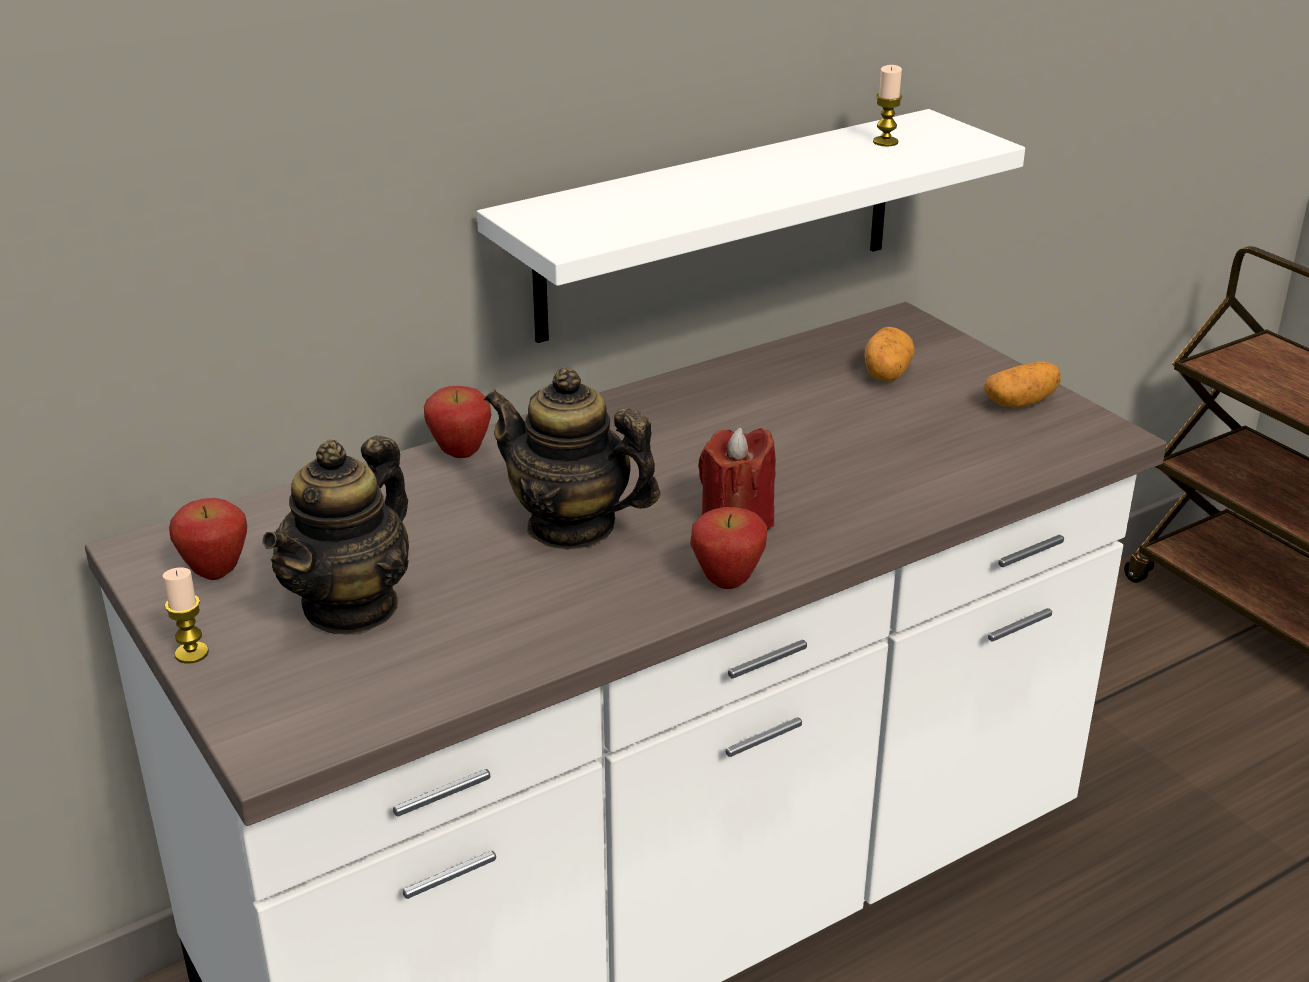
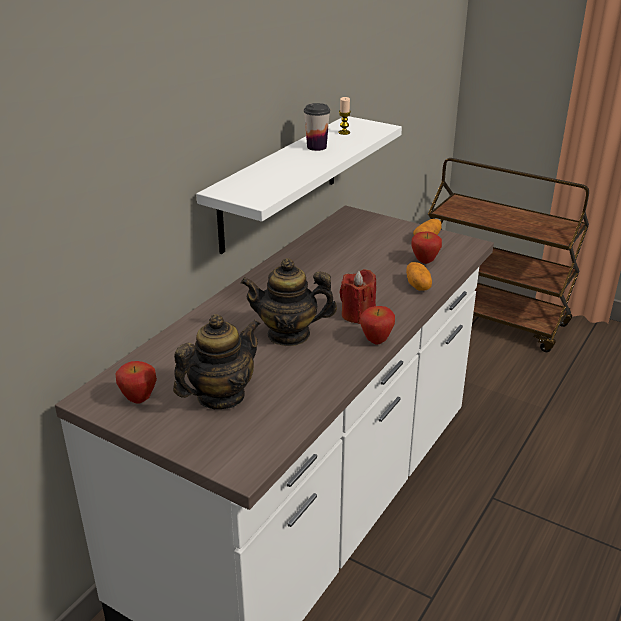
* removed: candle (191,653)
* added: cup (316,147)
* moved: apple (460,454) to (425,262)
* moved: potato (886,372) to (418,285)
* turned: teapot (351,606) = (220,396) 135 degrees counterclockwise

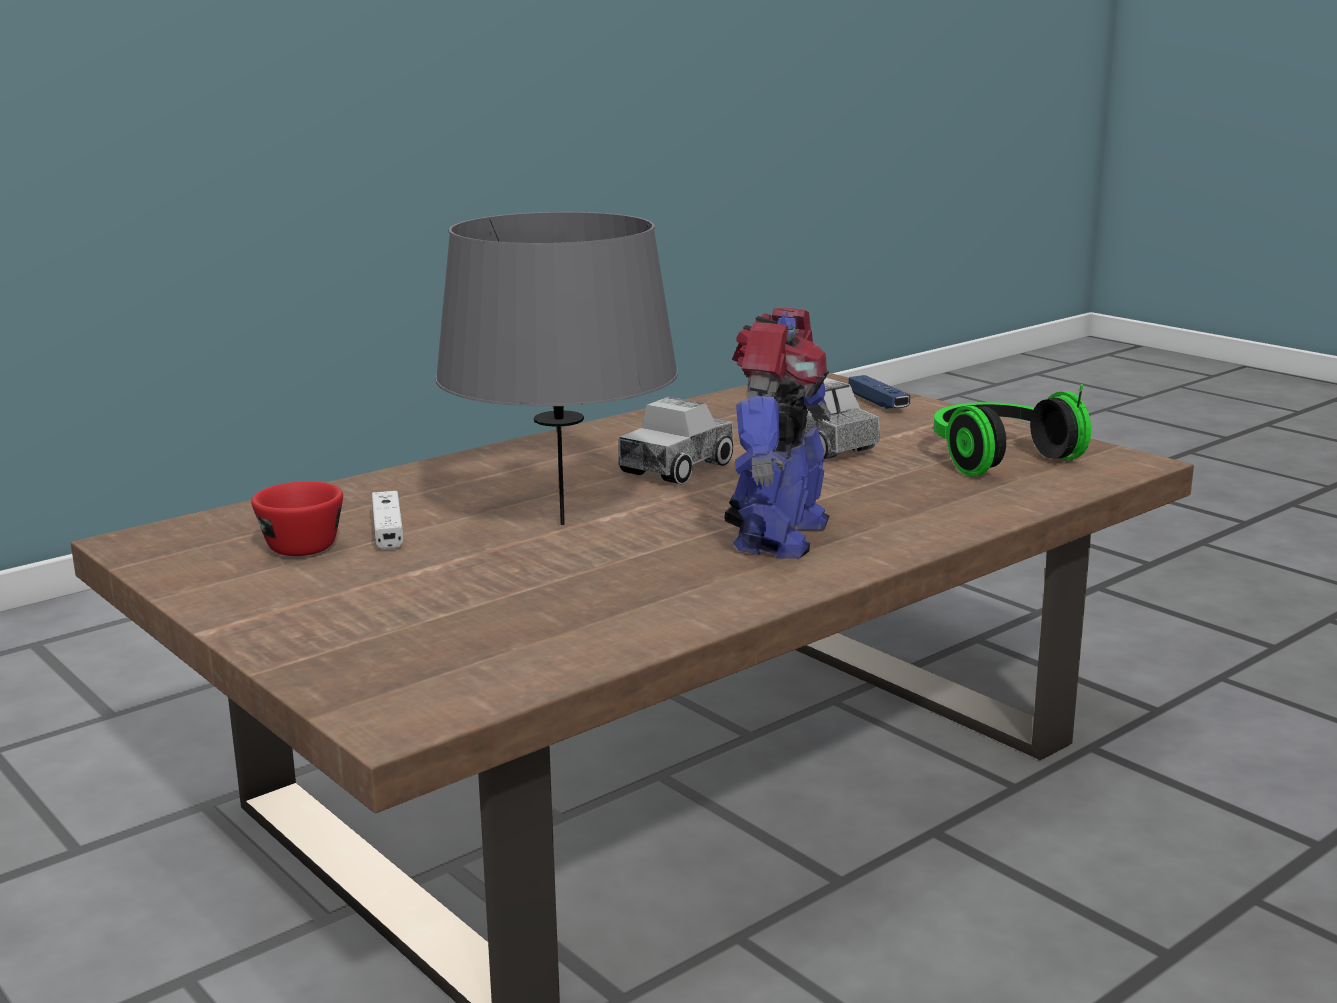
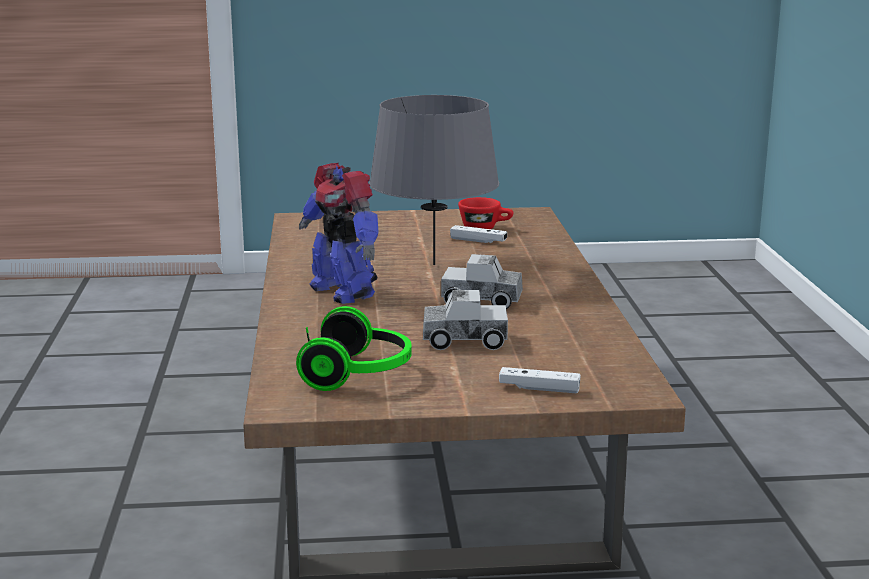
* recoloured: blue game controller (878,403) to white game controller (539,389)
* turned: toy truck (677,467) = (482,301) 60 degrees counterclockwise

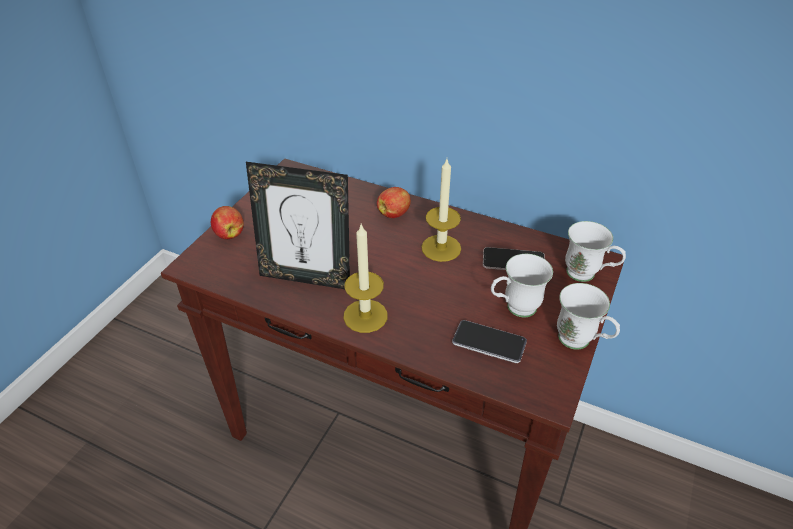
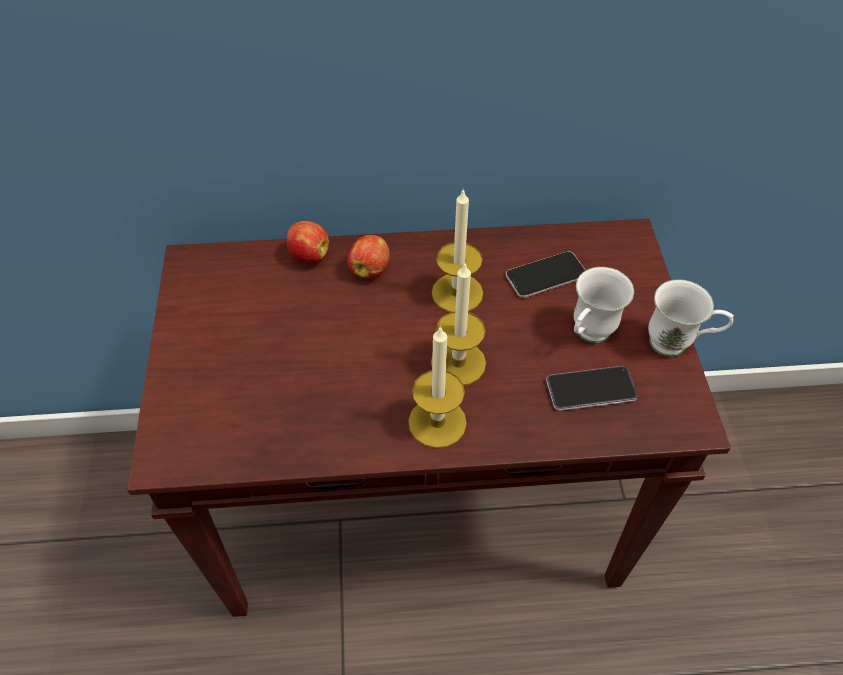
* removed: picture frame (306,277)
* removed: white mug (587,275)
* added: candle (458,363)
* moved: apple (229,234) to (309,255)

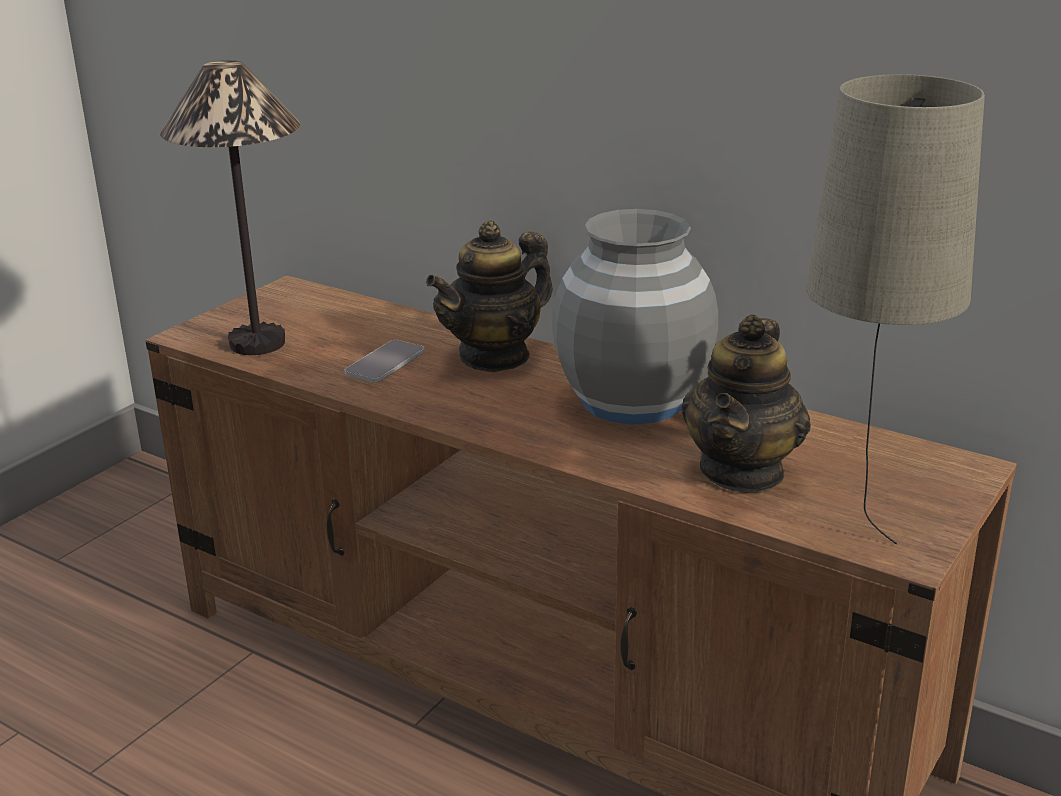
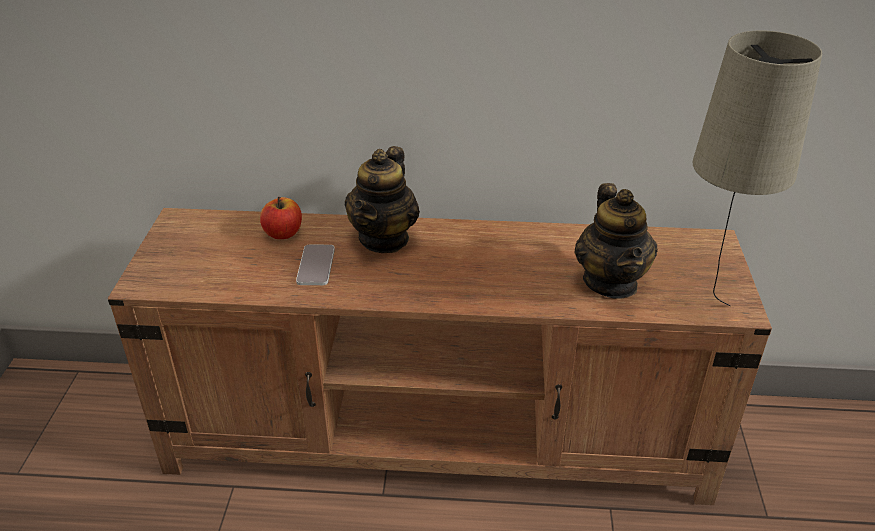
* removed: table lamp (257,343)
* removed: grey vase (633,400)
* added: apple (283,233)

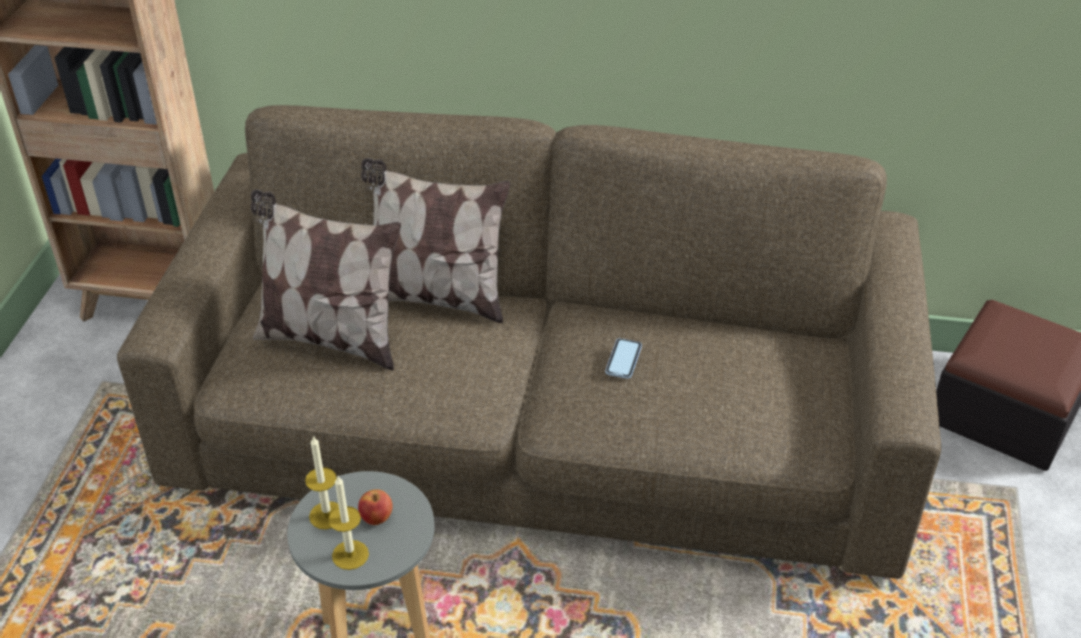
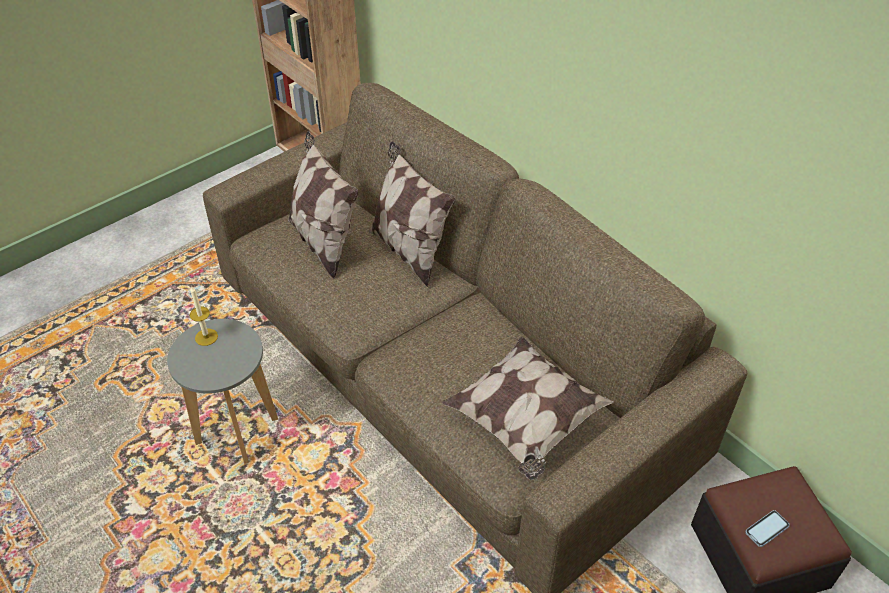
* removed: candle (350,555)
* removed: apple (377,518)
* added: pillow (524,422)
* moved: phone (623,360) to (766,529)

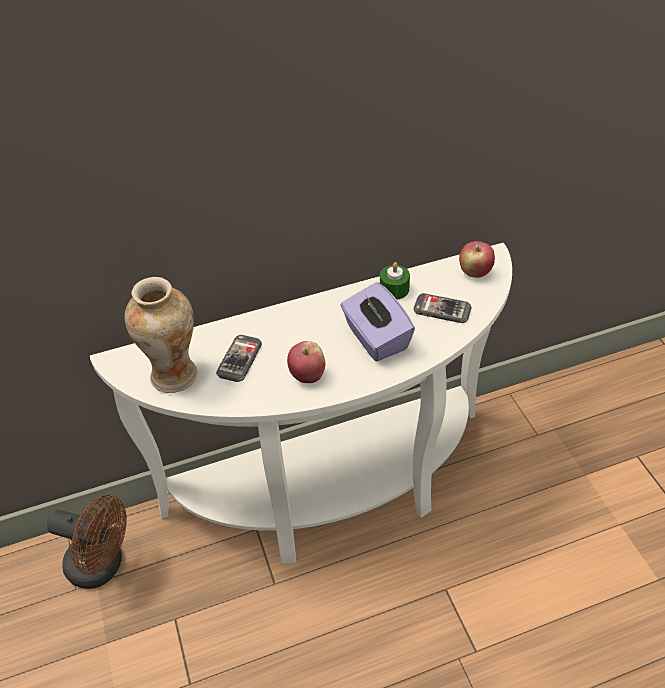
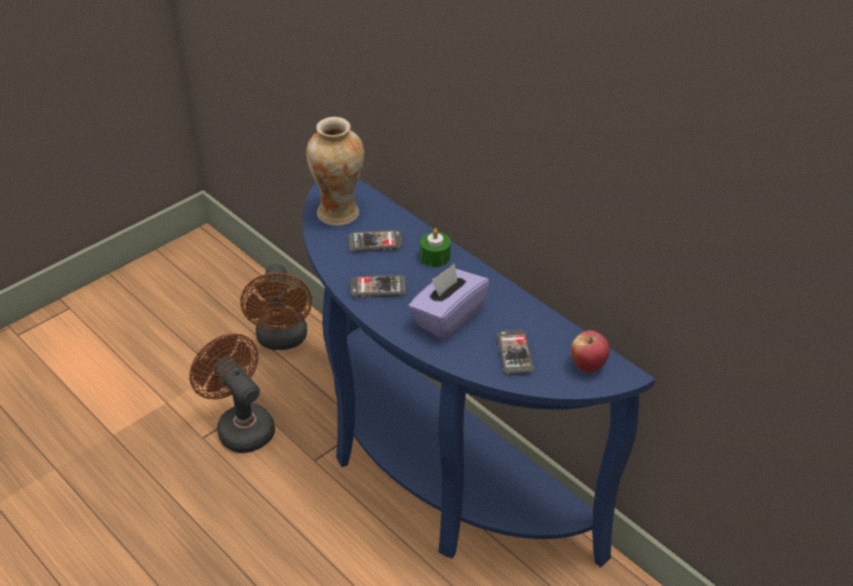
* added: brown fan (240,426)
* moved: green candle (394,289) to (435,257)
* replaced: apple (307,375) to phone (378,288)
* recoloured: white console table (337,493) to blue console table (433,474)

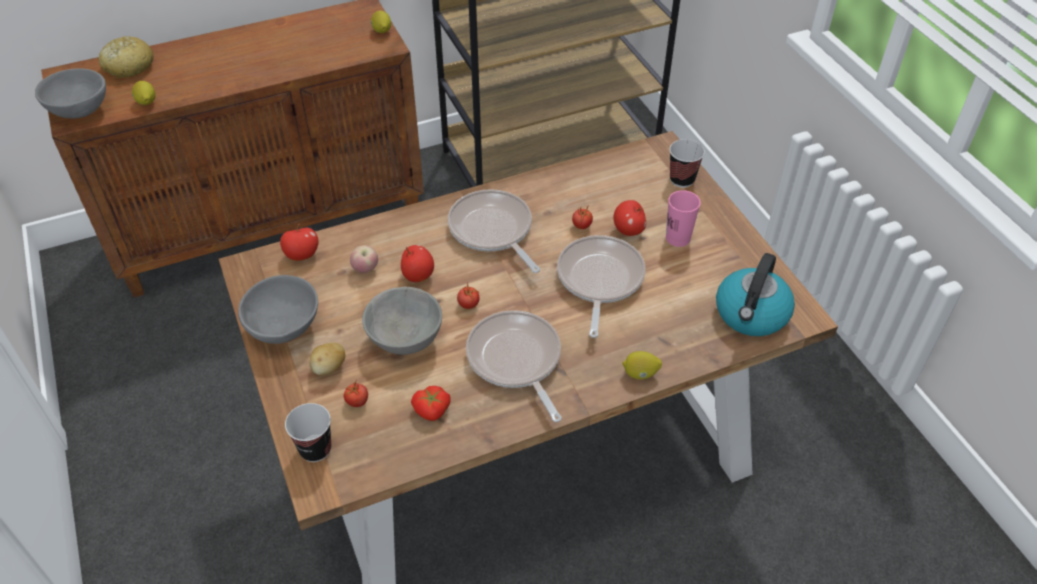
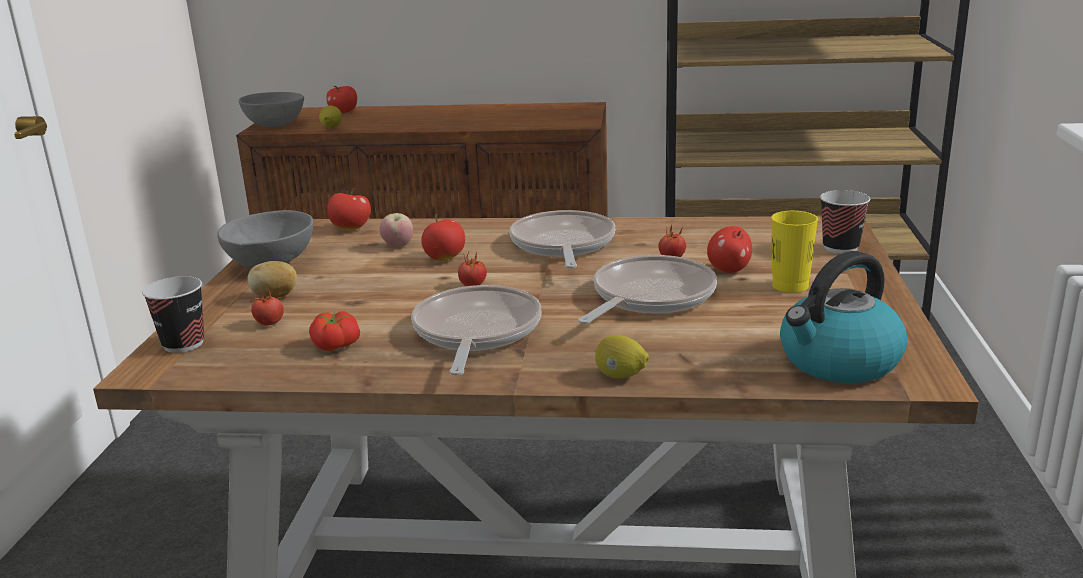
* removed: grey bowl (404,339)
* removed: lemon (382,31)
* replaced: bread (128,66) to apple (344,112)
* recoloured: pink cup (678,238) to yellow cup (790,286)

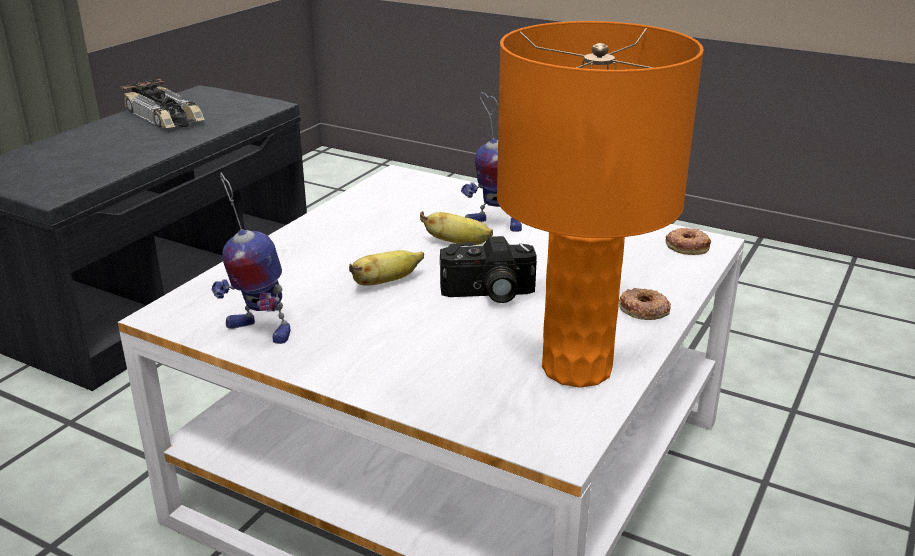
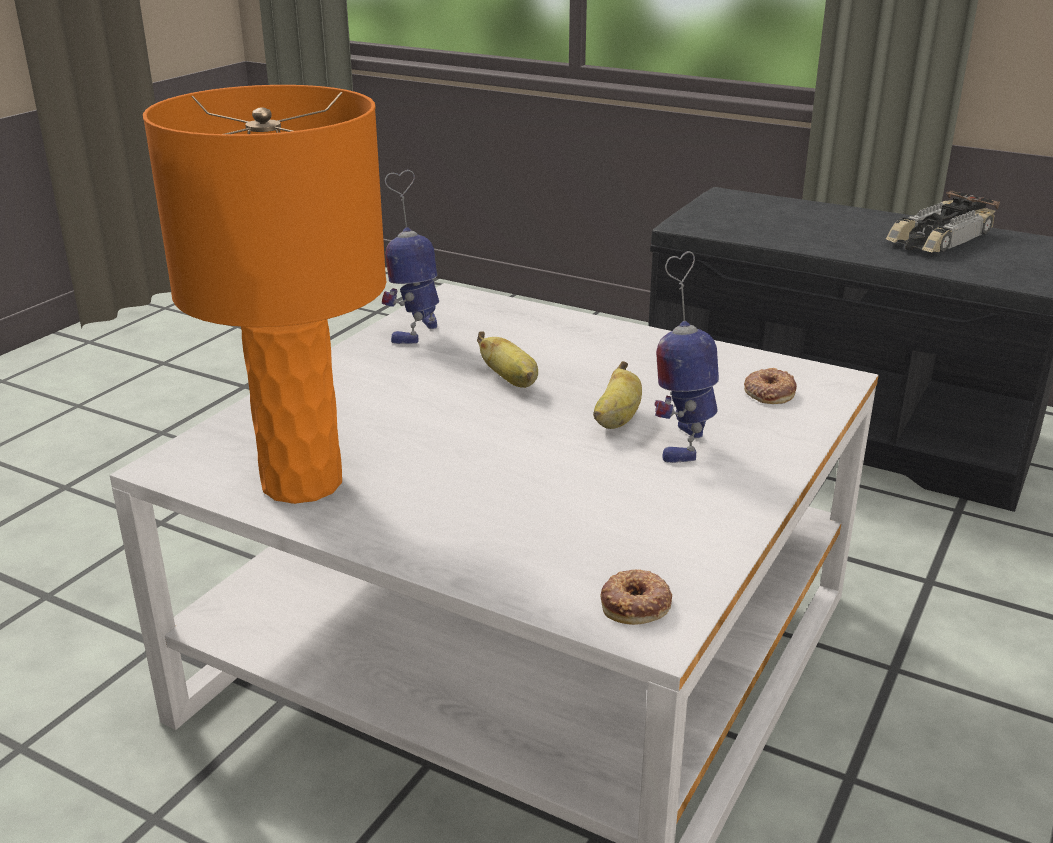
* removed: photo camera (488,294)
* moved: donut (643,310) to (769,392)

